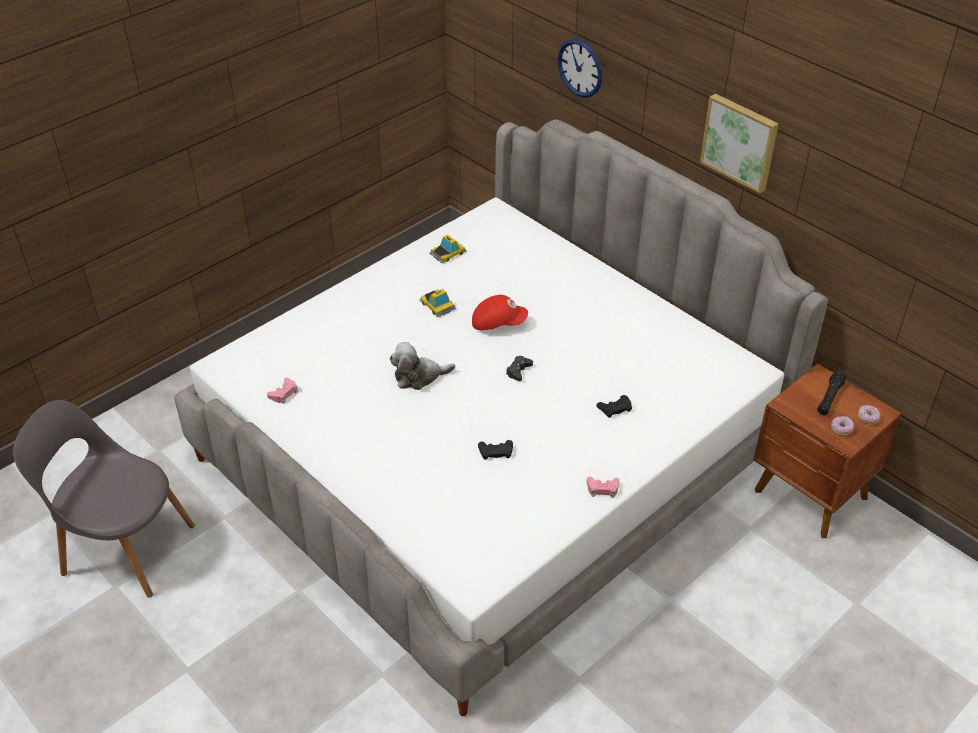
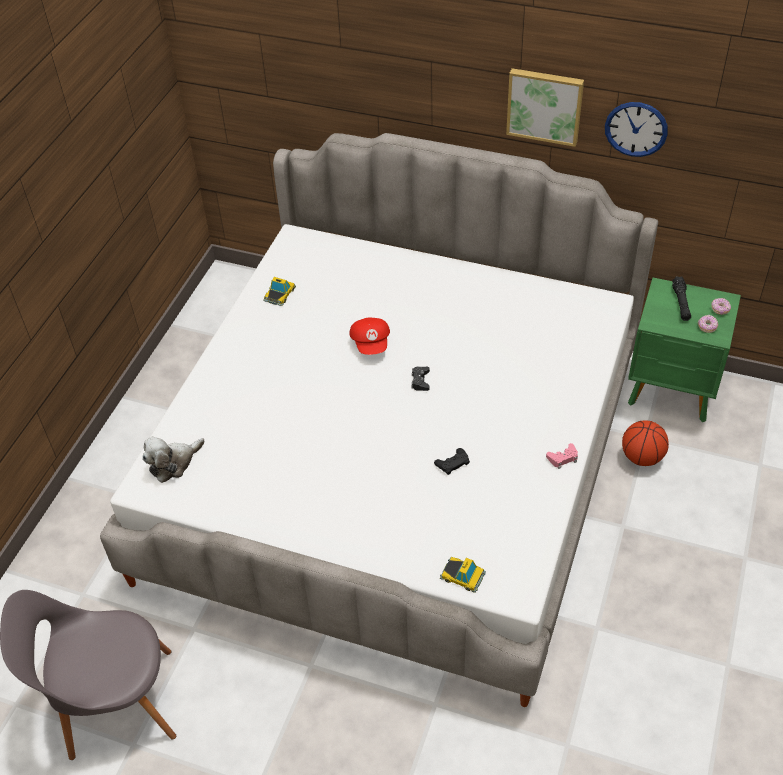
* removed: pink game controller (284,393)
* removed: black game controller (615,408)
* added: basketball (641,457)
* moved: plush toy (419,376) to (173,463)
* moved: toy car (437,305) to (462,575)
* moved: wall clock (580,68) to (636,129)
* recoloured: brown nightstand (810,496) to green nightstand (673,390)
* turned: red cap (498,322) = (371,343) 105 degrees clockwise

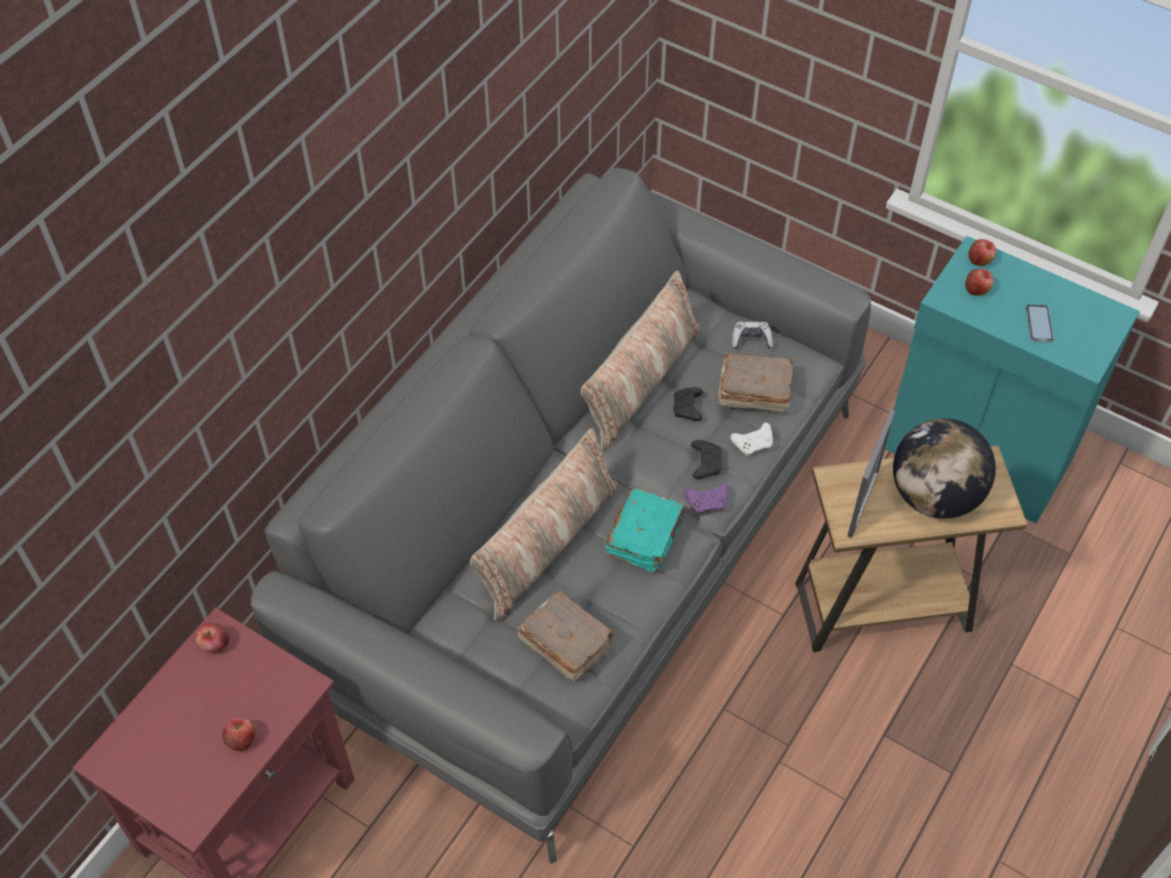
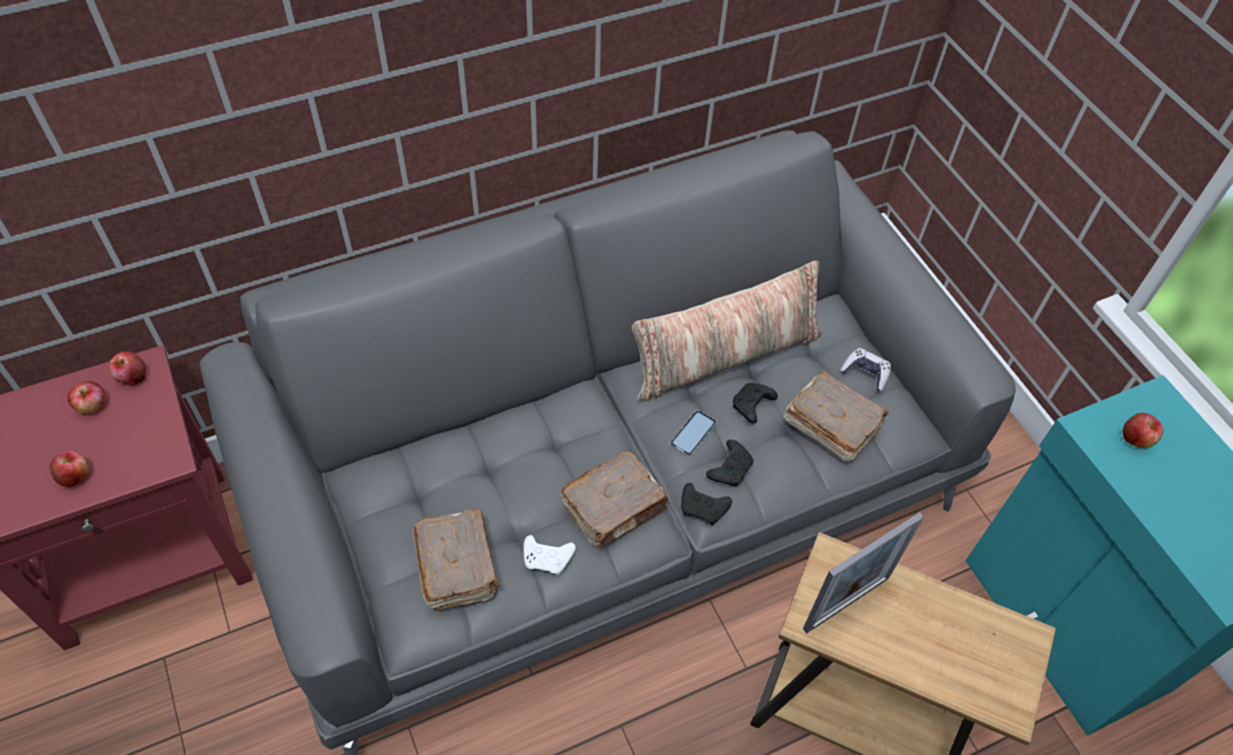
* removed: pillow (546,544)
* removed: globe (934,496)
* moved: white game controller (753,443) to (548,559)
* moved: apple (979,260) to (92,405)
* moved: phone (1039,324) to (693,433)
* recoloured: turquoise book (645,537) to brown book (615,507)
* recoloured: purple game controller (708,502) to black game controller (703,508)

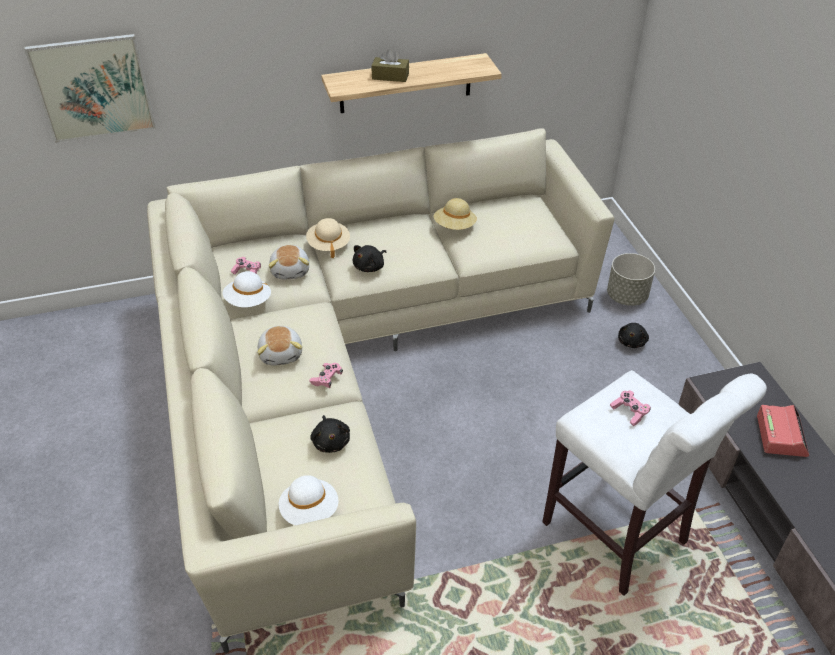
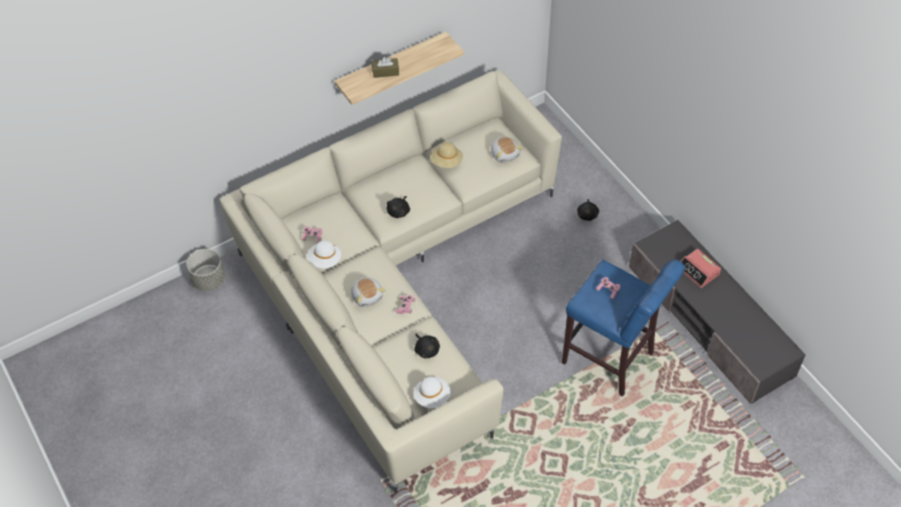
* removed: picture (93,88)
* removed: beige hat (328,245)
* moved: plush toy (291,270) to (505,154)
* moved: grey planter (627,296) to (209,280)
* recoloured: white stool (620,537) to blue stool (612,360)
* turned: alarm clock (781,435) = (698,271) 150 degrees clockwise

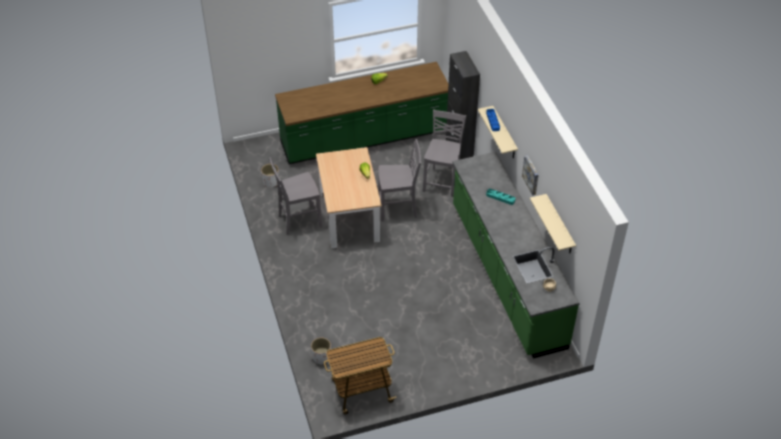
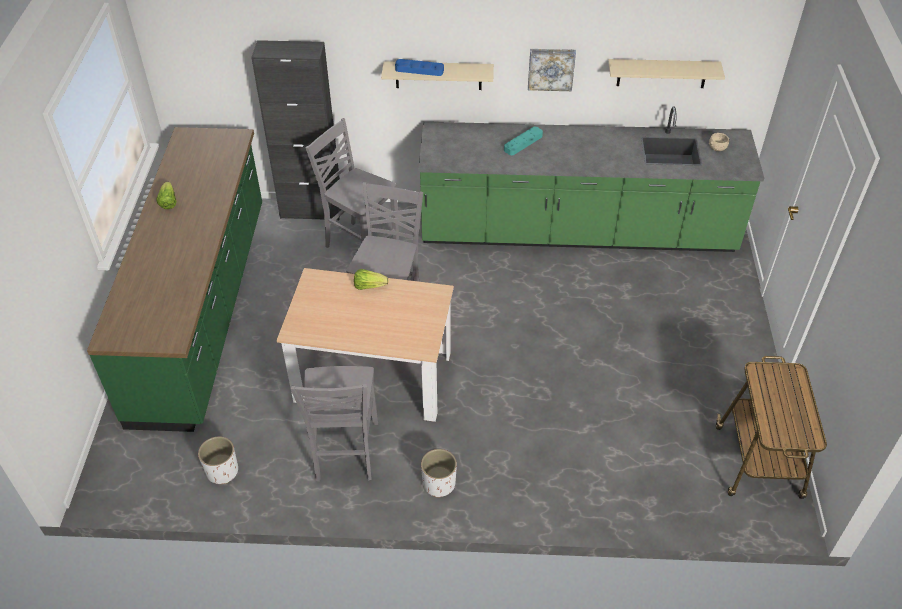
* moved: white planter (321,357) to (439,484)

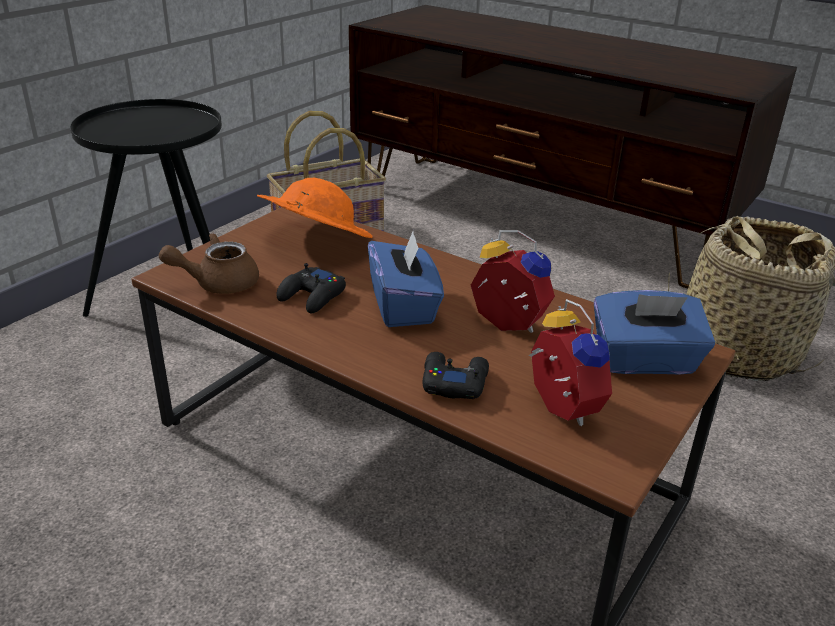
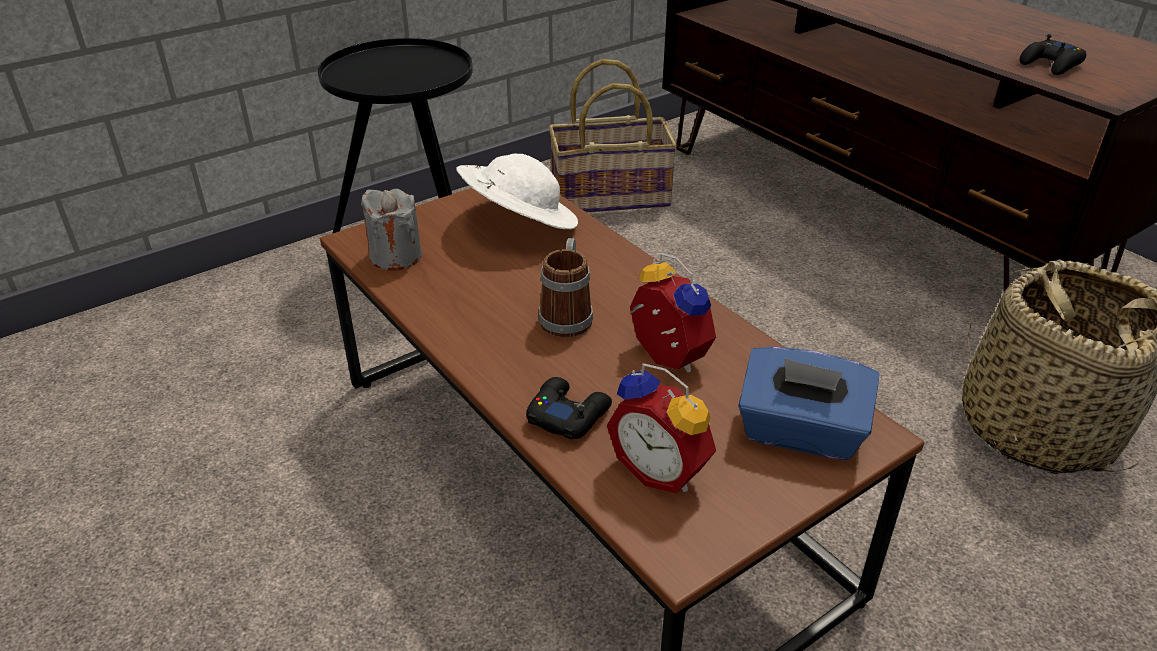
* moved: black game controller (312,297) to (1051,64)
* replaced: brown teapot (217,283) to grey candle (396,256)
* replaced: blue tissue box (404,306) to mug (567,315)
* recoloured: orange hat (315,242) to white hat (518,223)
* turned: alarm clock (558,409) = (662,470) 135 degrees clockwise

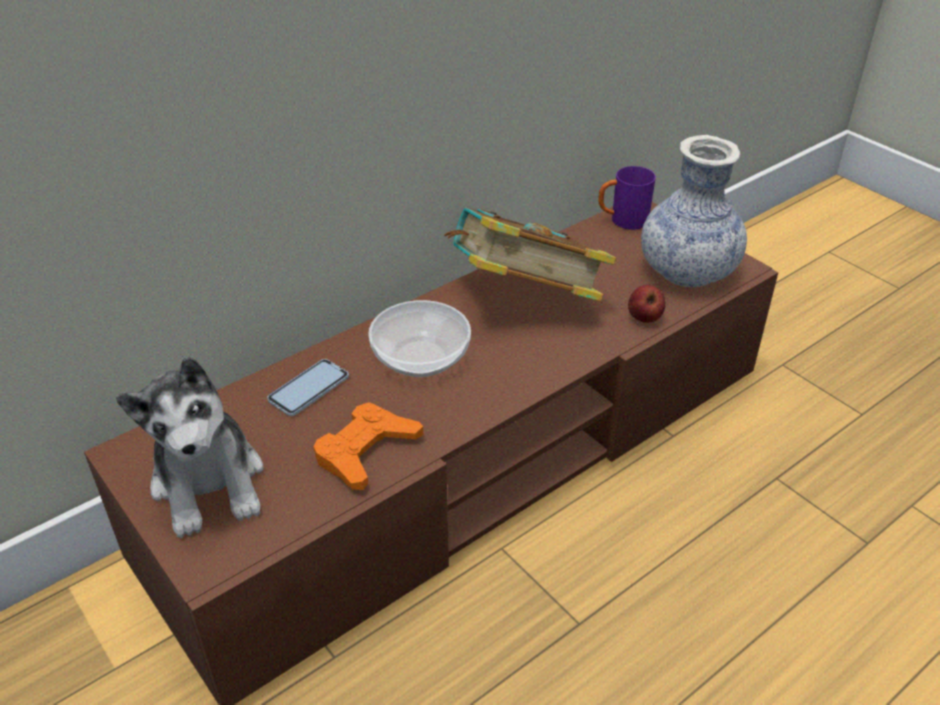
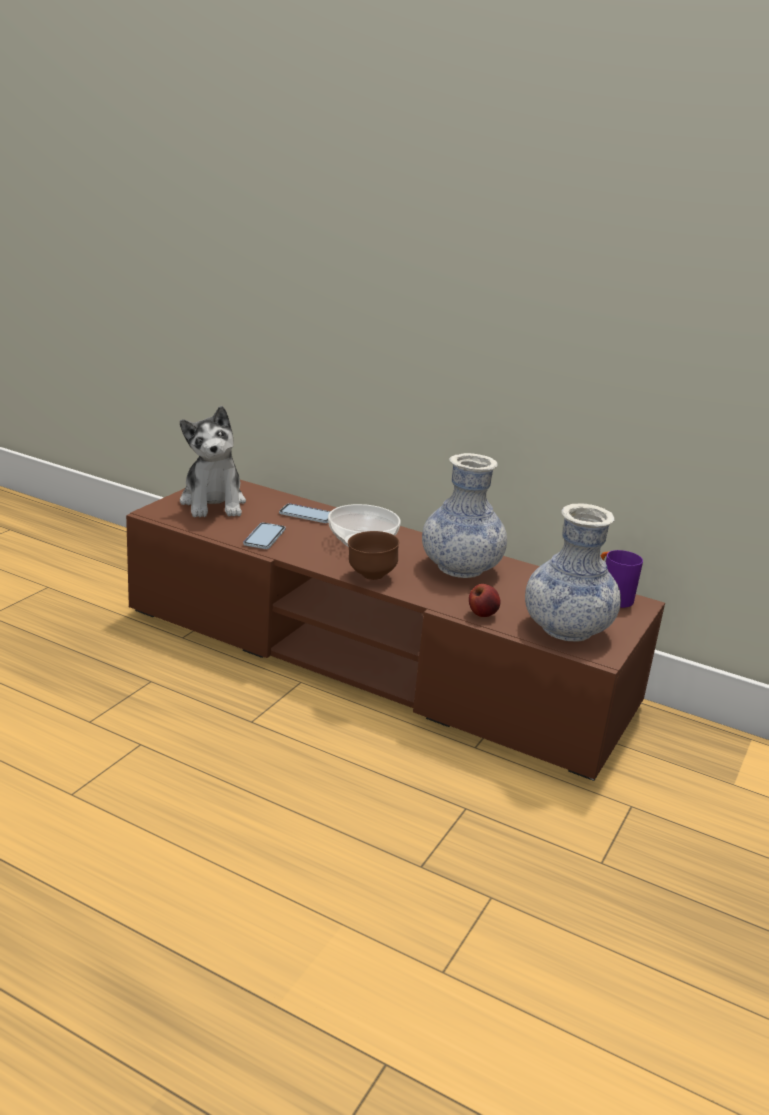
* added: brown bowl (370,576)
* replaced: orange game controller (366,451) to phone (264,537)
* replaced: book (524,299) to vase (460,568)
* turned: plush toy (209,482) = (213,503) 60 degrees counterclockwise

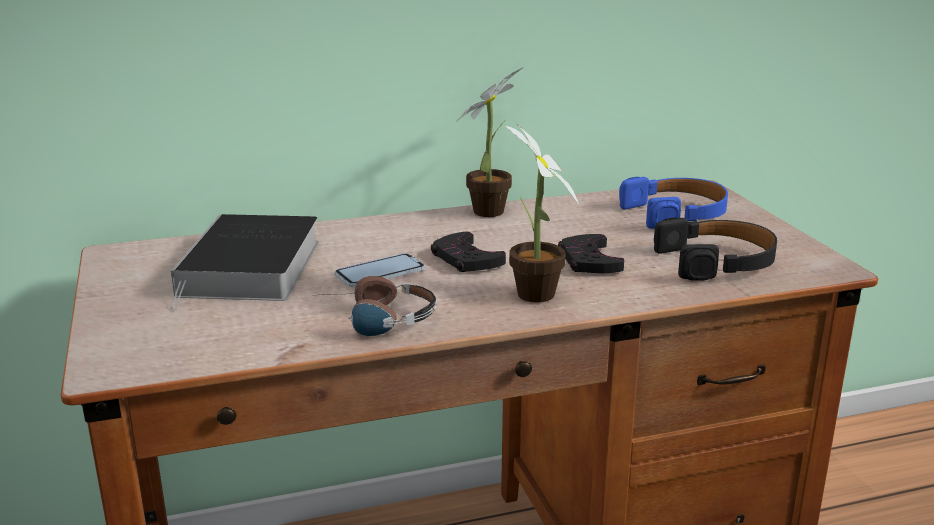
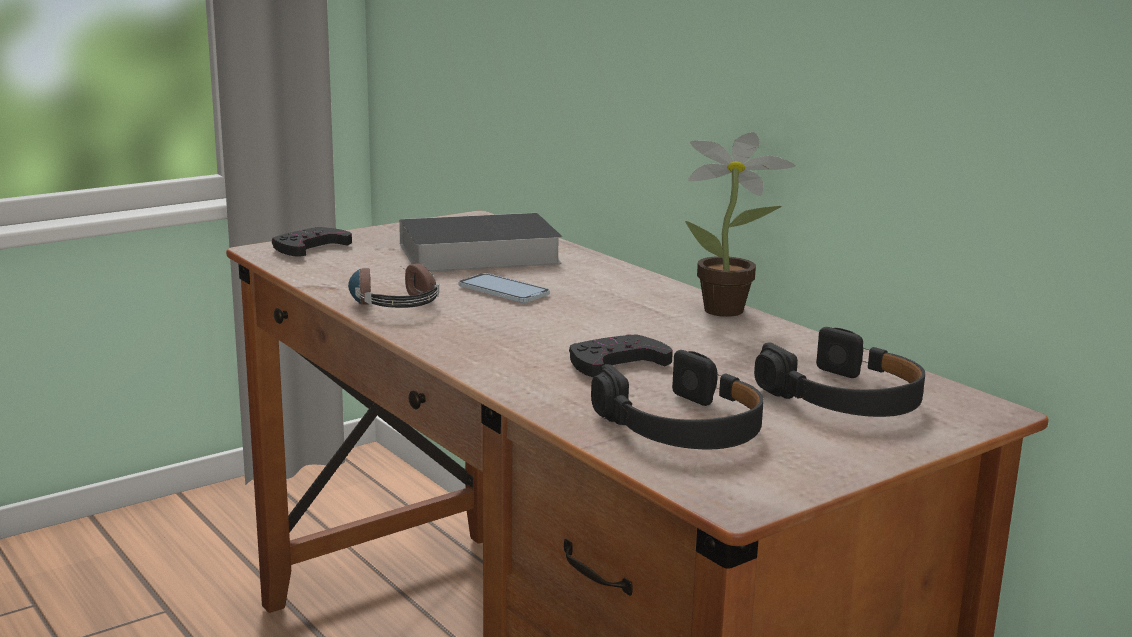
* removed: potted plant (534,297)
* moved: black game controller (466,259) to (310,248)
* recoloured: blue headphones (676,213) to black headphones (845,398)

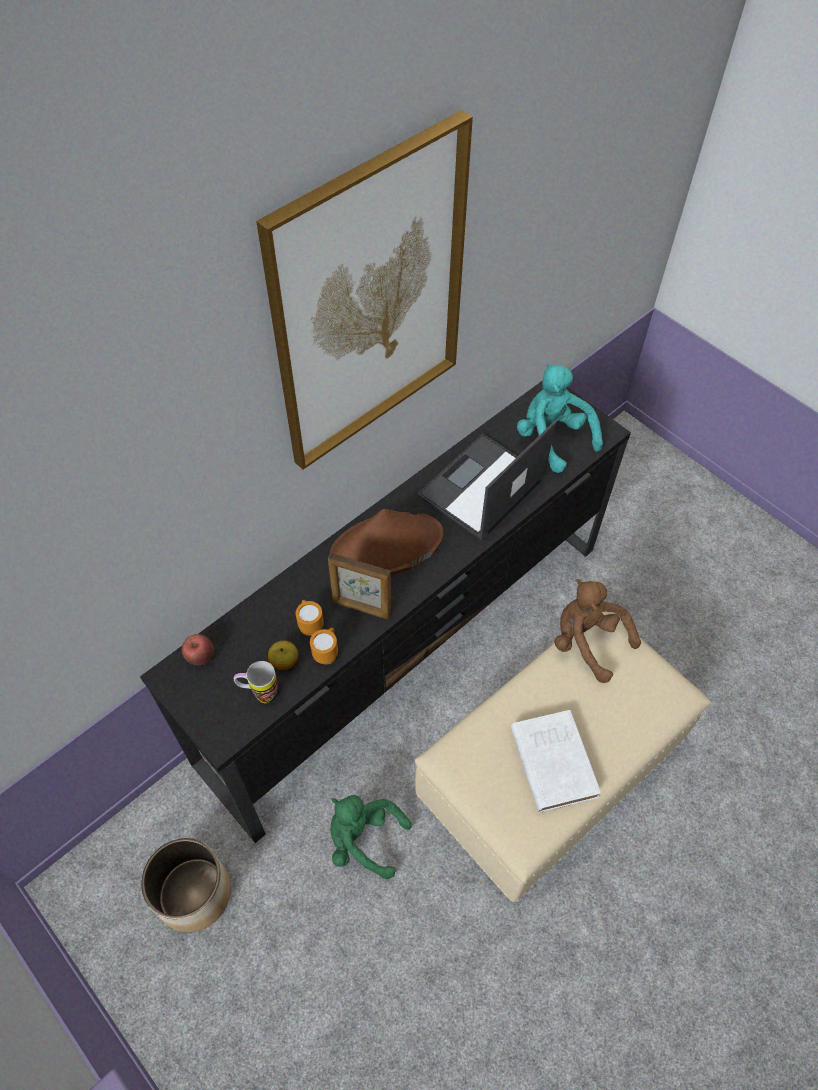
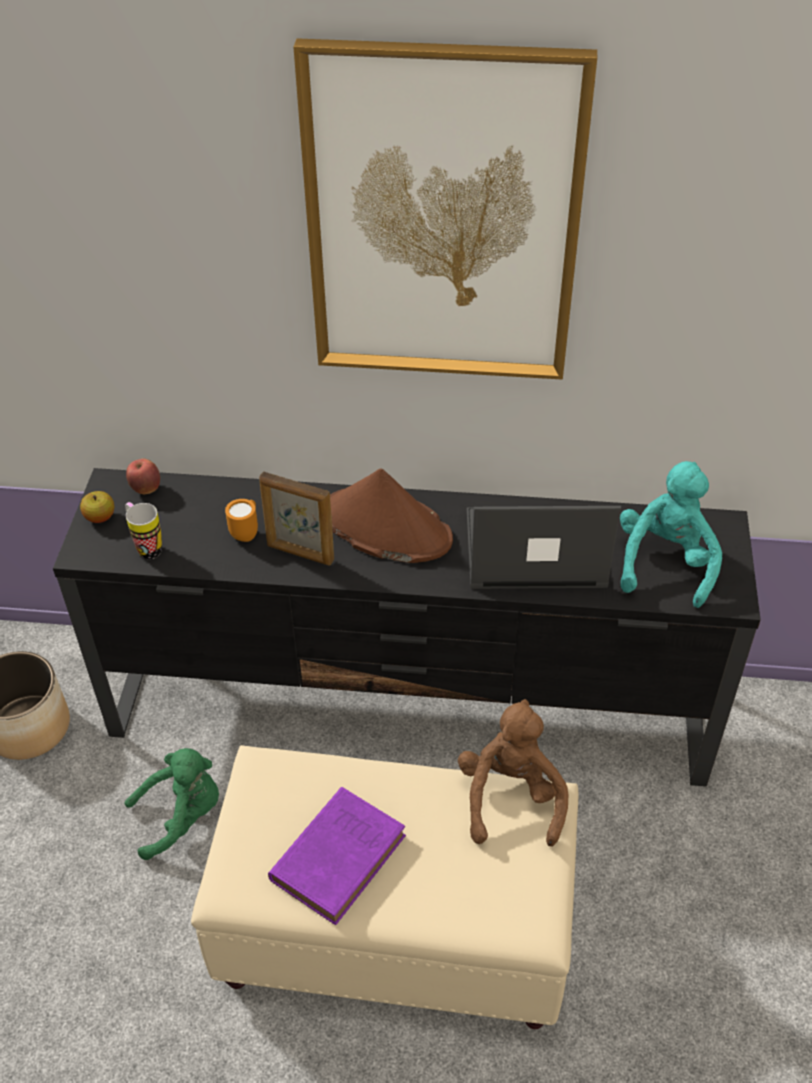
* removed: orange mug (327,653)
* moved: apple (284,661) to (100,517)
* recoloured: white book (552,760) to purple book (340,855)
* turned: picture frame (361,608) = (300,553) 45 degrees counterclockwise
* turned: green plush toy (363,839) = (182,816) 90 degrees clockwise

